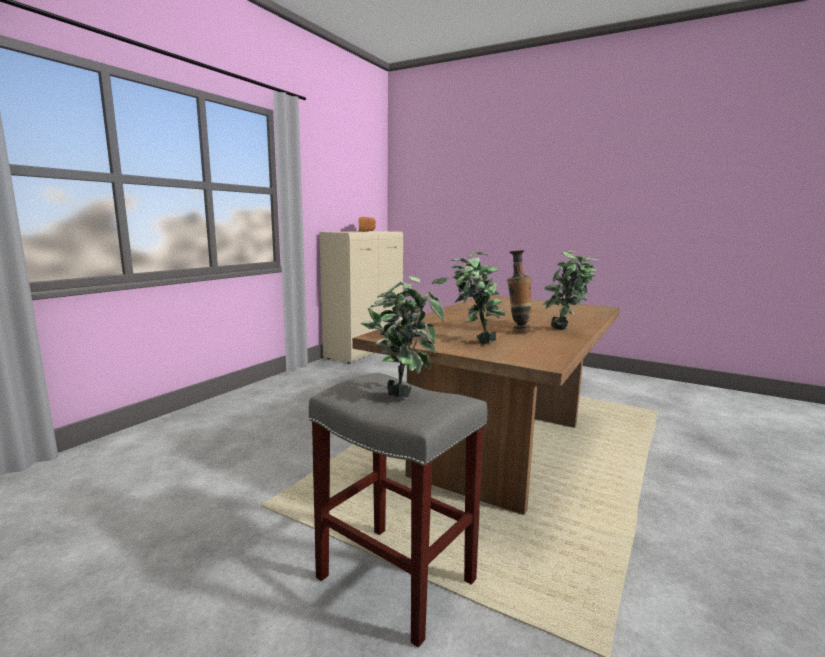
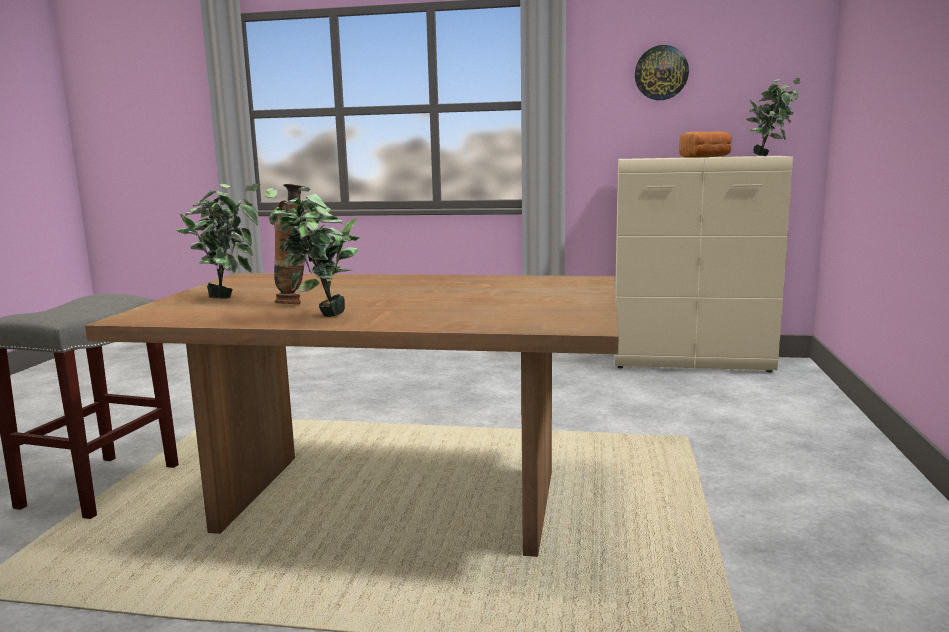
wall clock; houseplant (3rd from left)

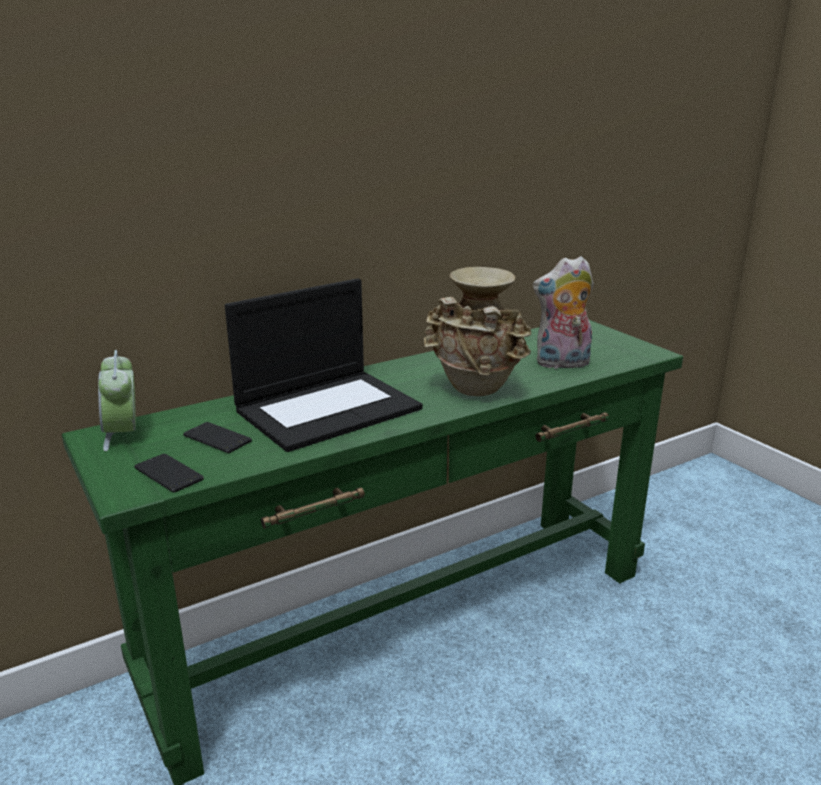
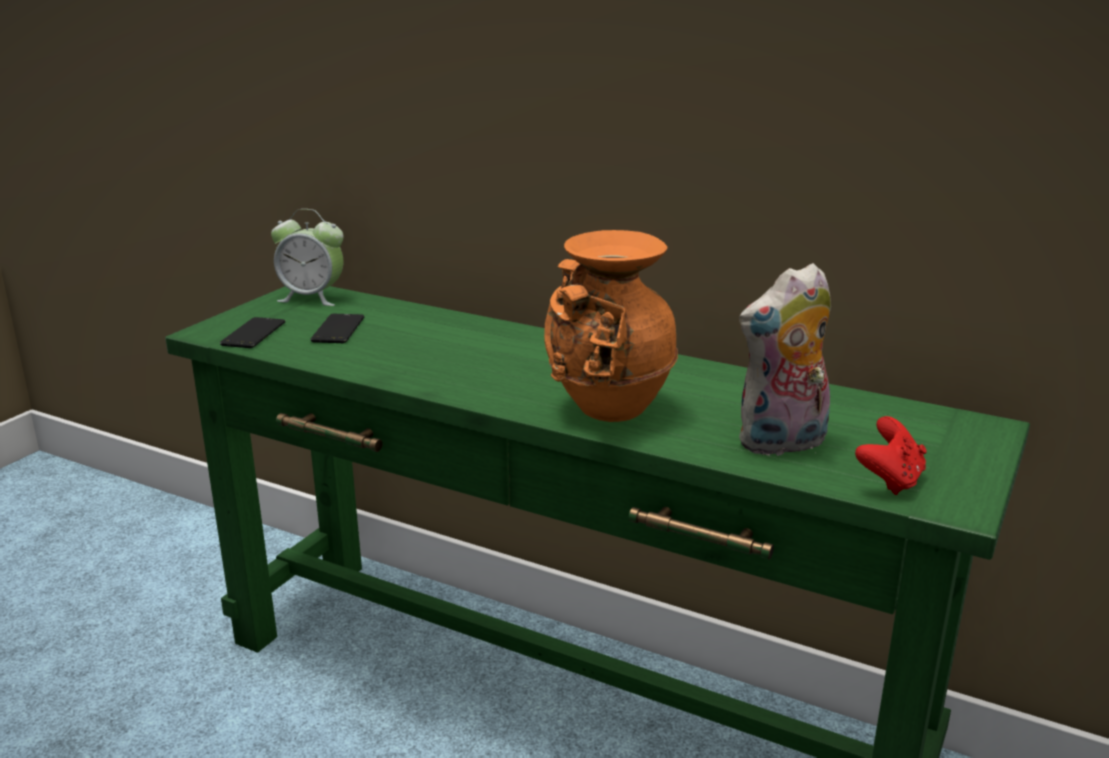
portable computer; game controller (red-coloured); decorative vase (orange); alarm clock; plush toy

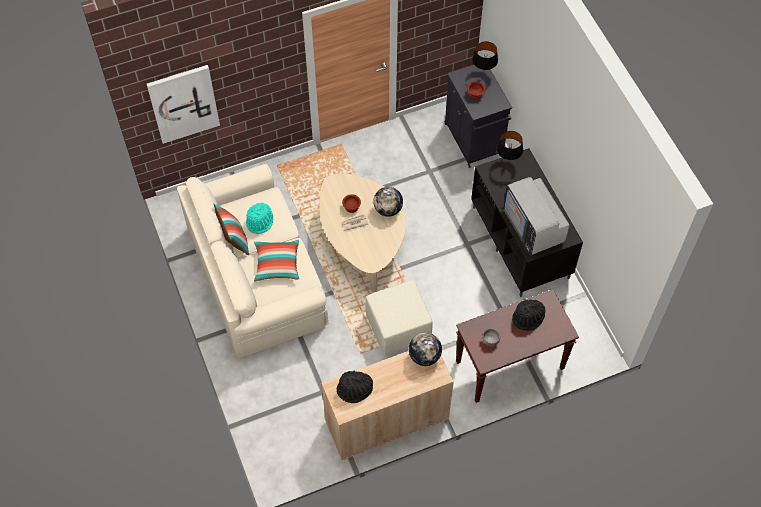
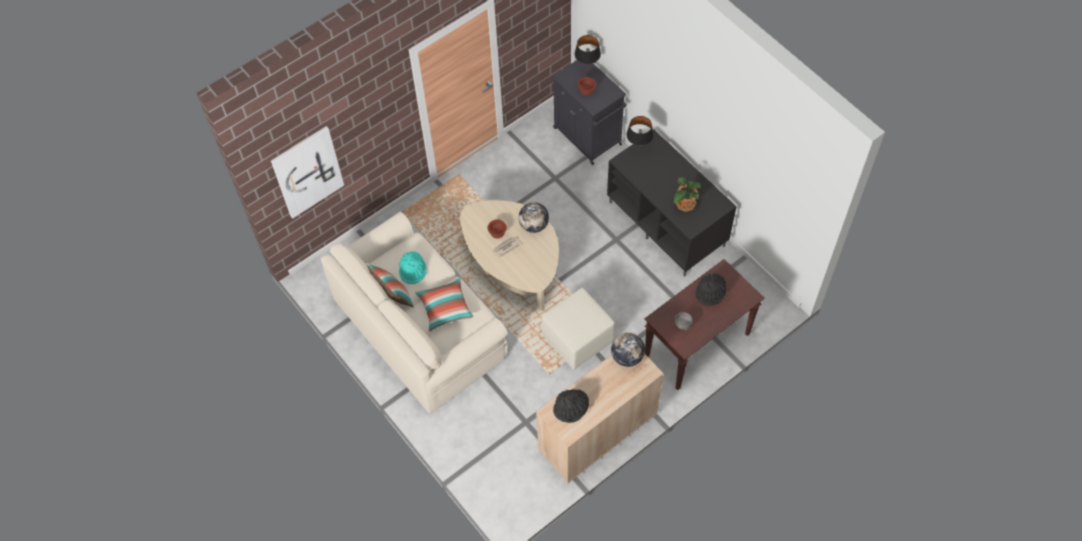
houseplant

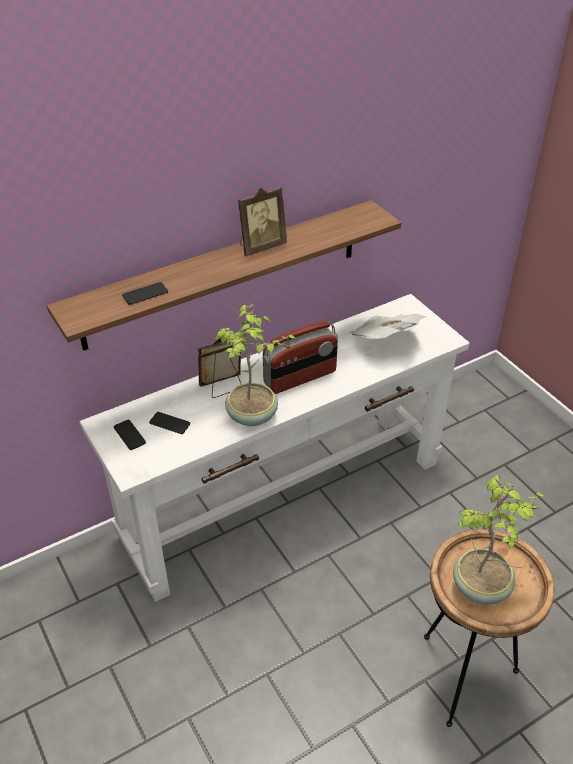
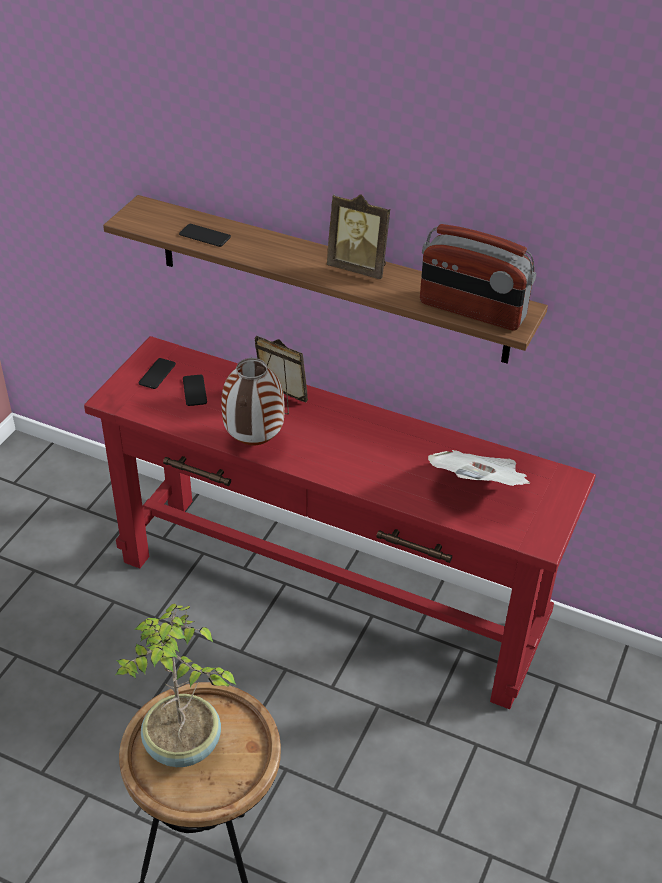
radio set; decorative vase; narrow table (red-coloured)

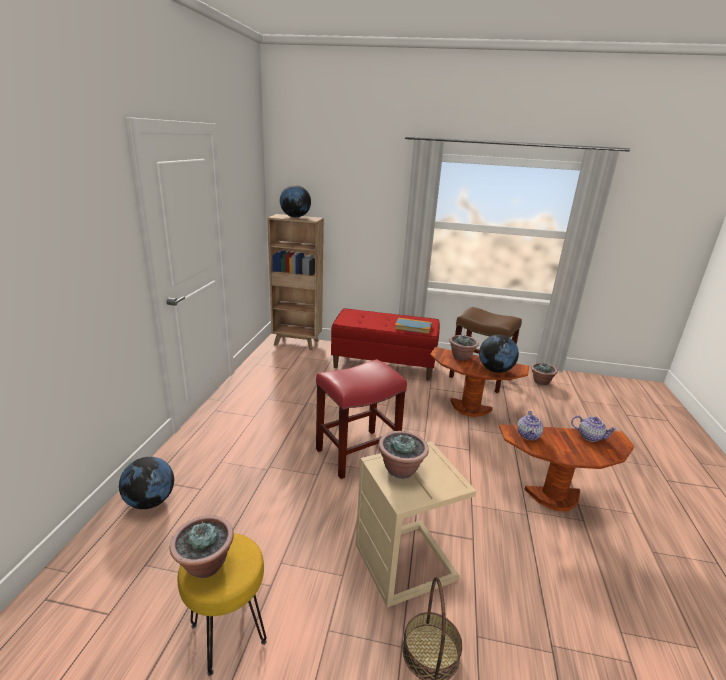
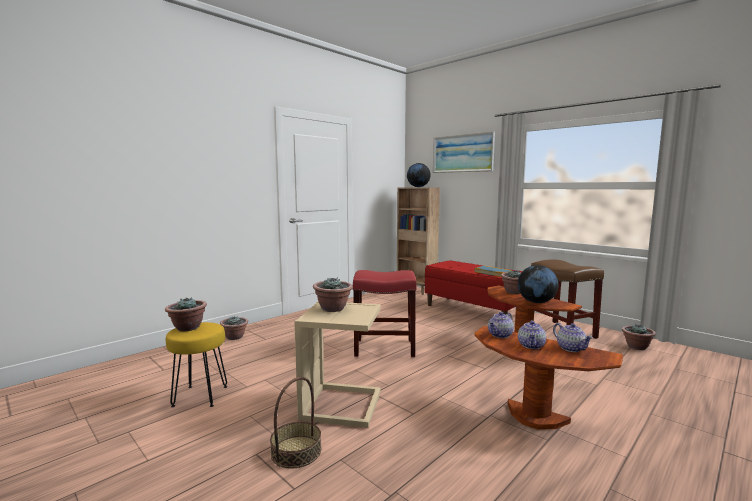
wall art; pot for tea (2nd from left); houseplant (2nd from left)

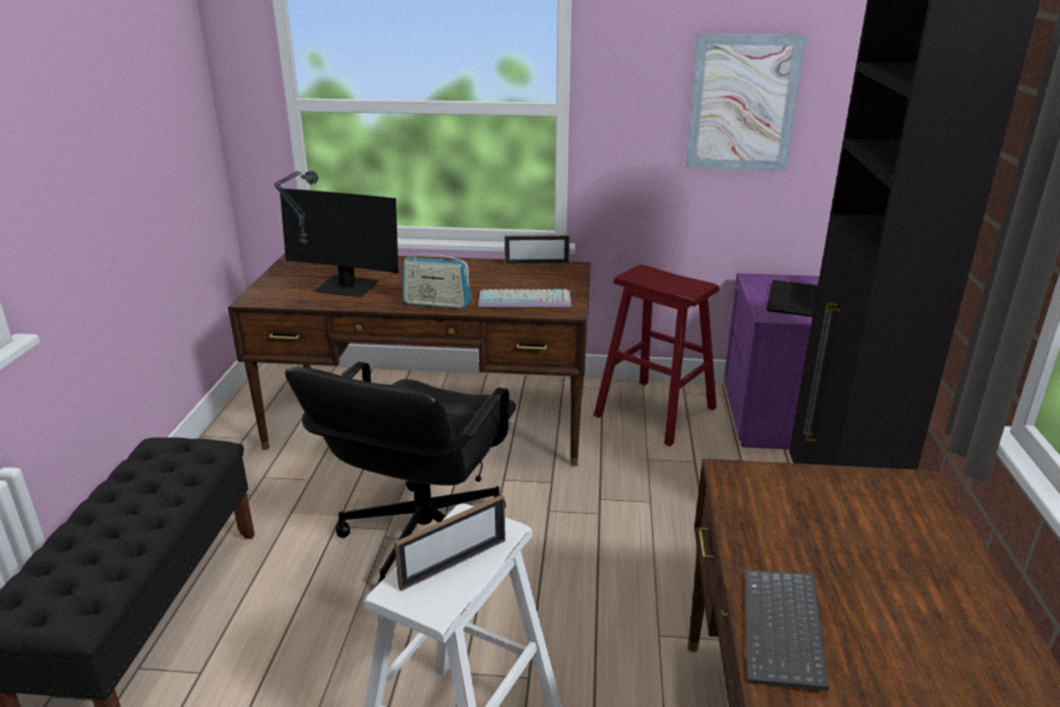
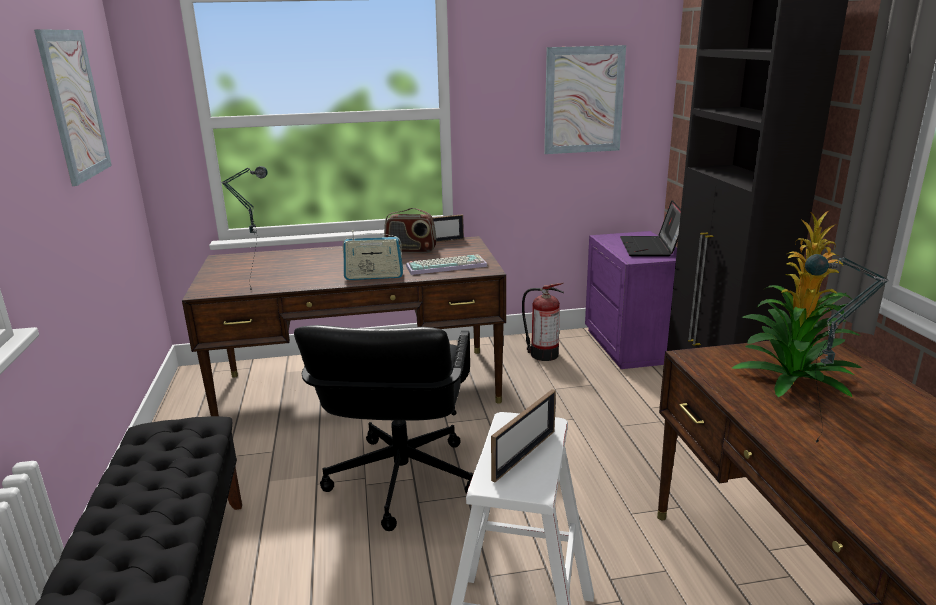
monitor; wall art (1st from left); radio set (2nd from left); houseplant; extinguisher; table lamp (2nd from left)

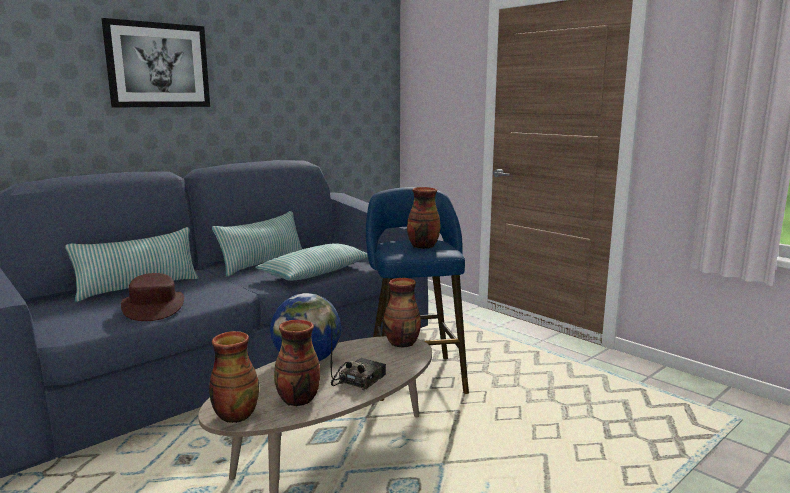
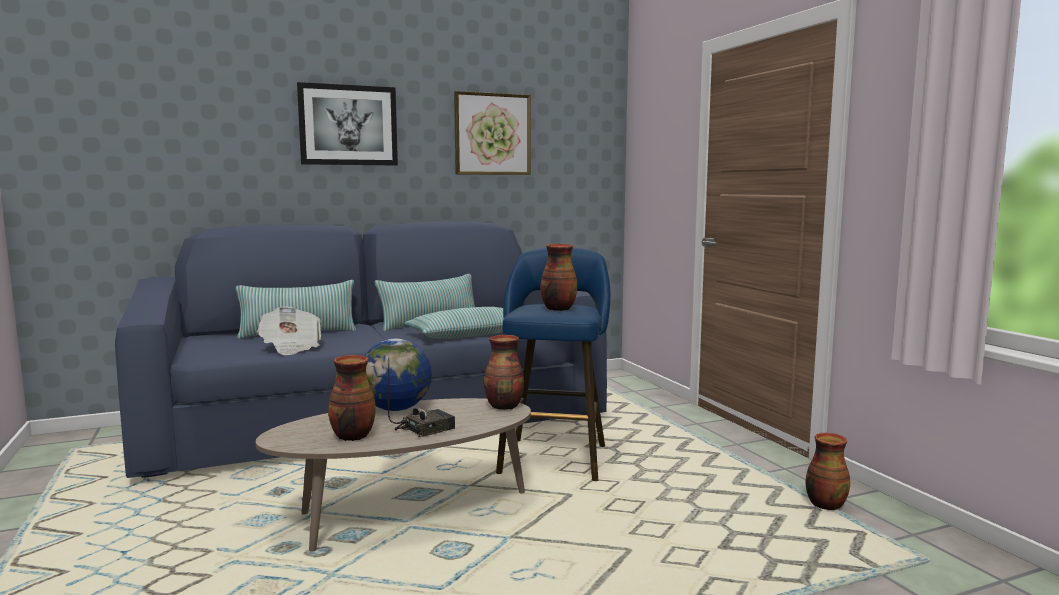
wall art (2nd from left); decorative vase (4th from left); daily paper

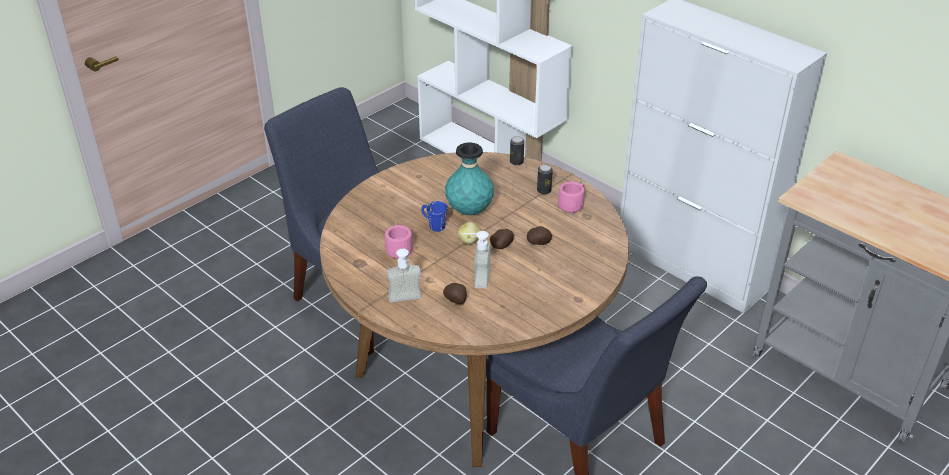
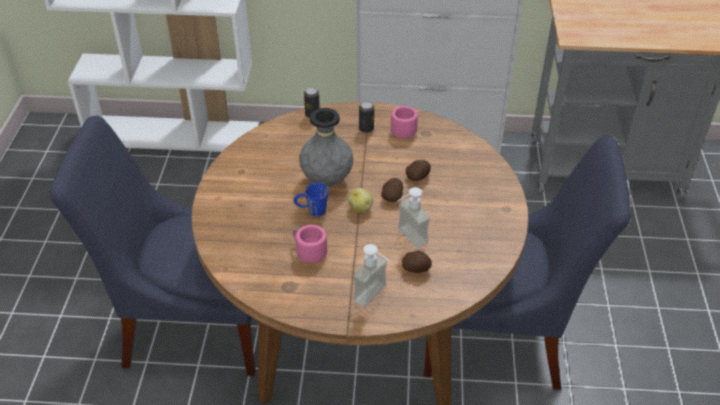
decorative vase (grey)

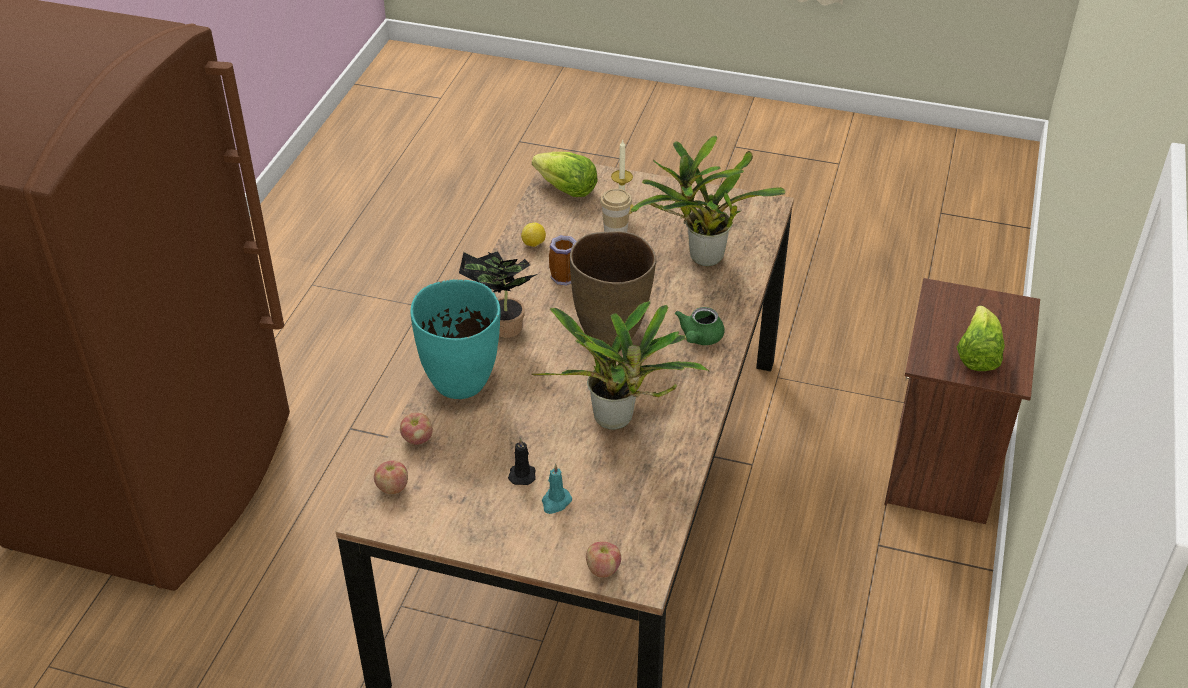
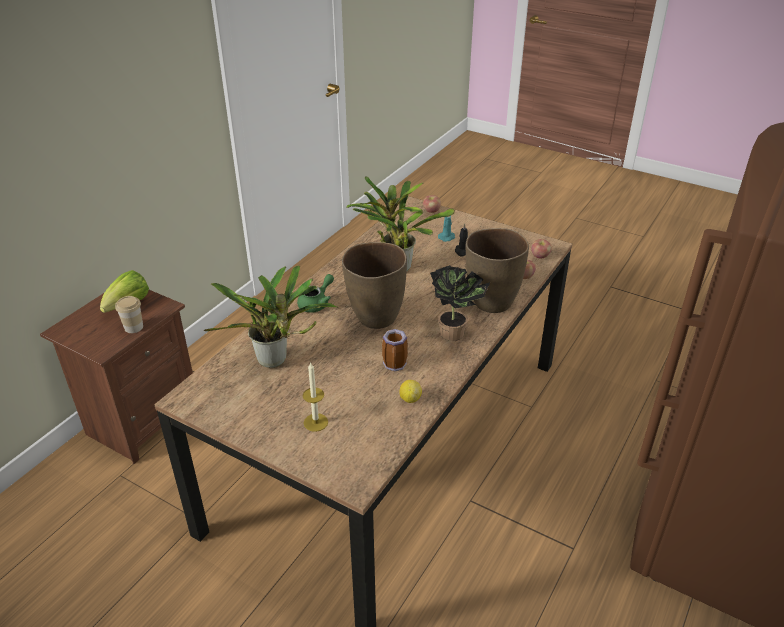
lettuce head (1st from left in the first image); cup; decorative vase (brown) (2nd from left)

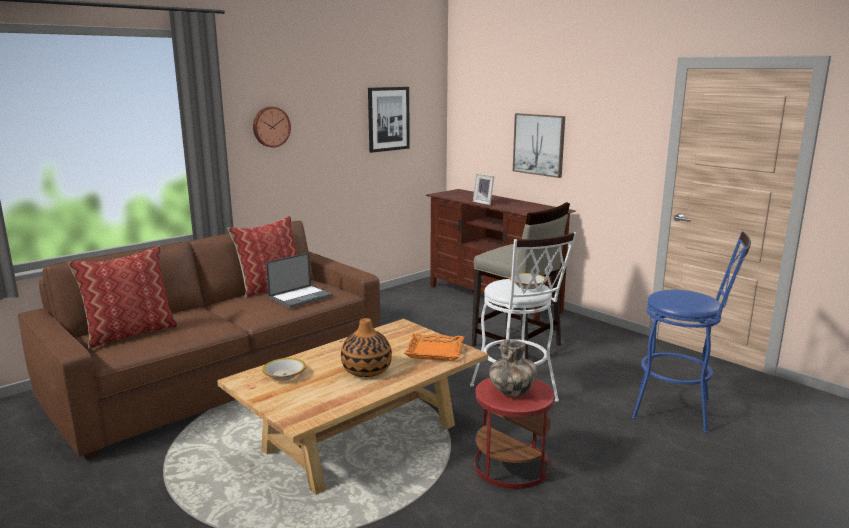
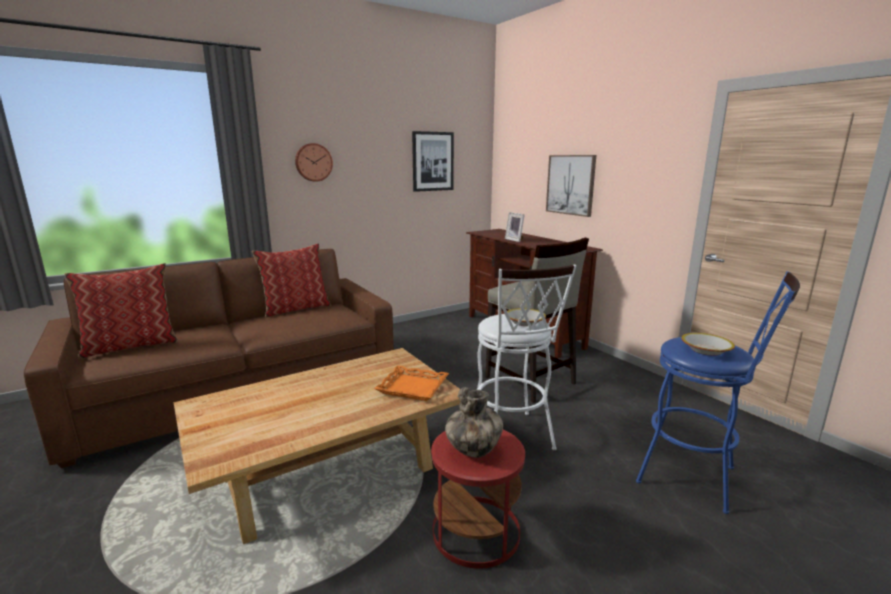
portable computer; decorative vase (1st from left in the first image); deep dish (2nd from left)

